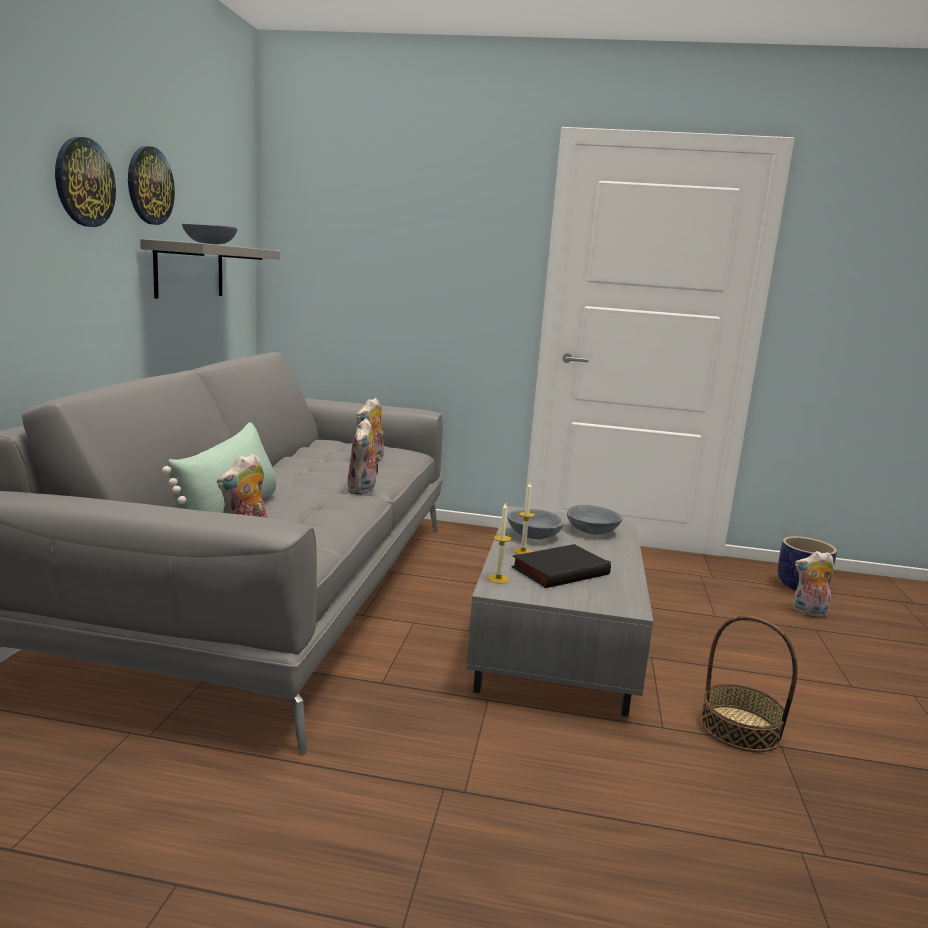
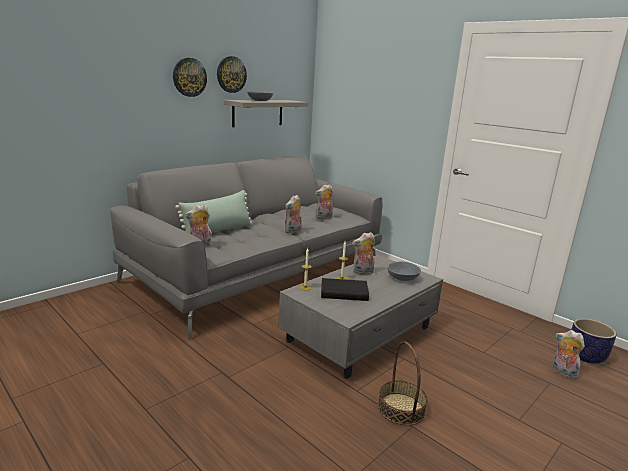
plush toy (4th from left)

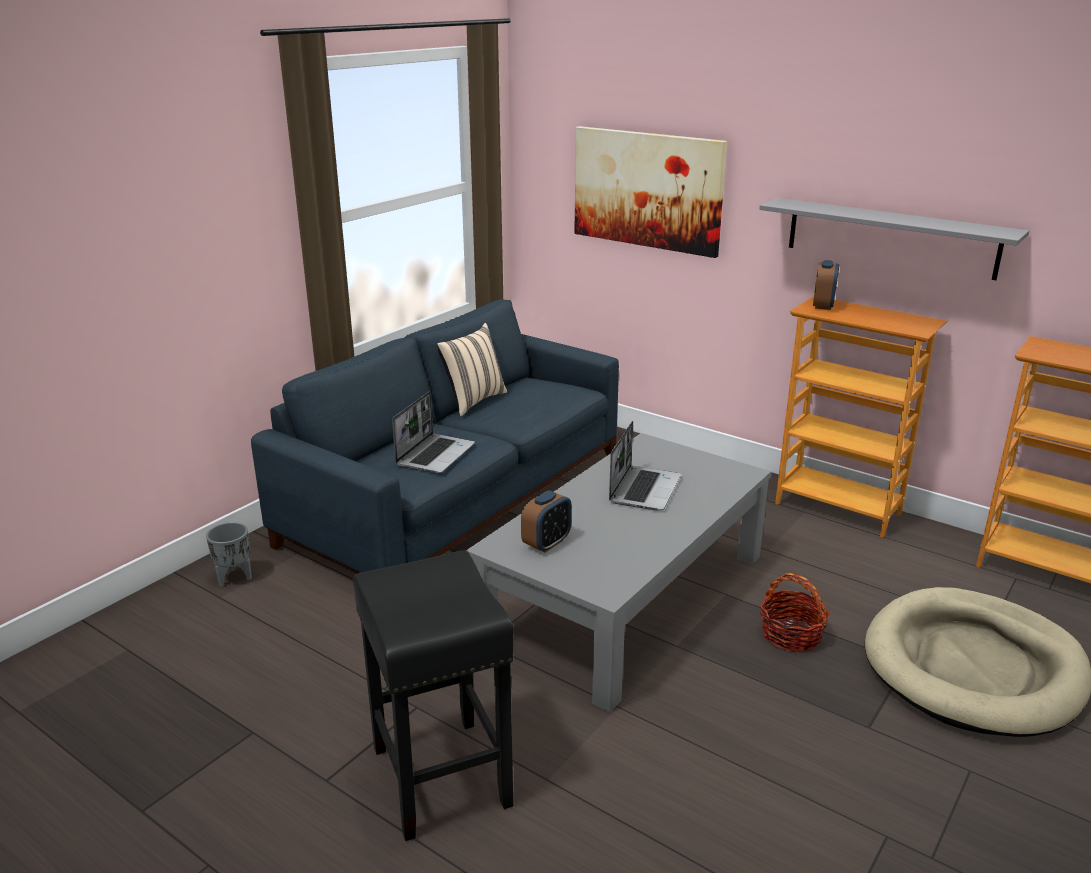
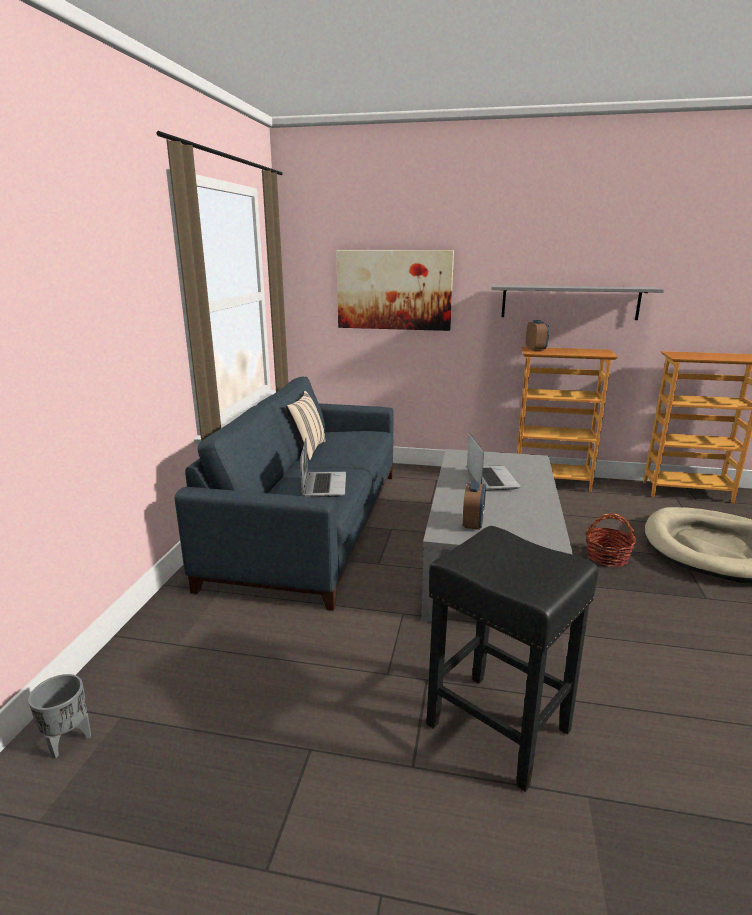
flower pot (grey)

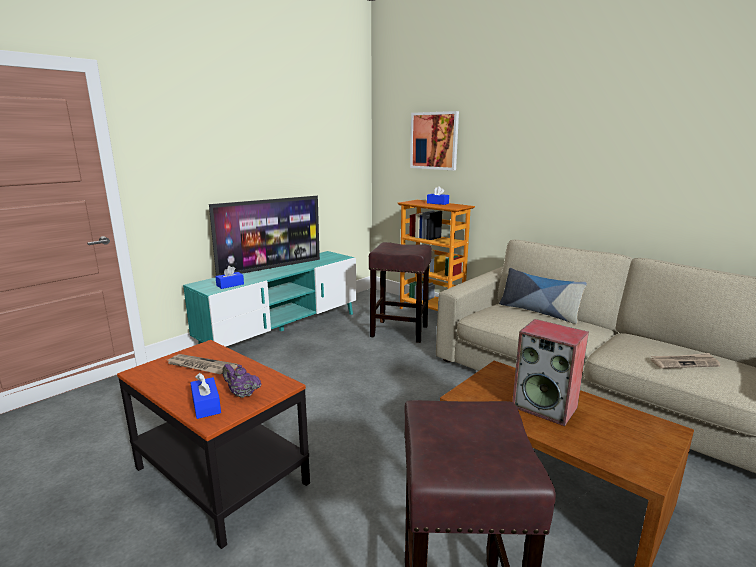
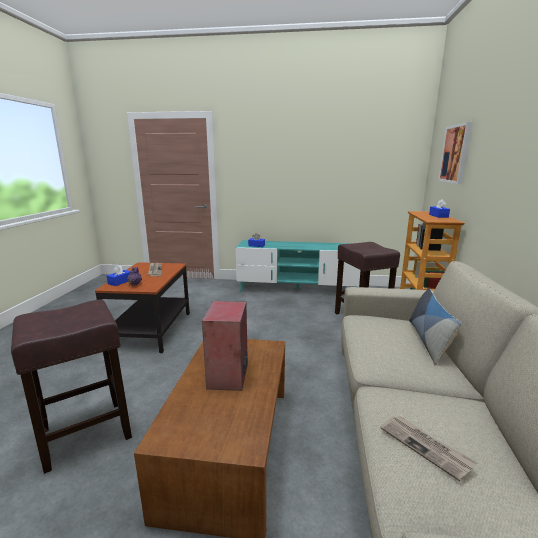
TV

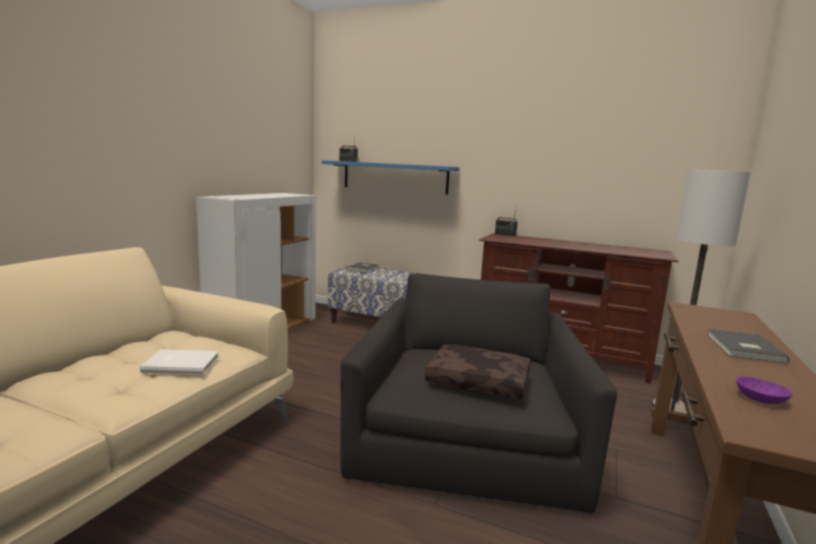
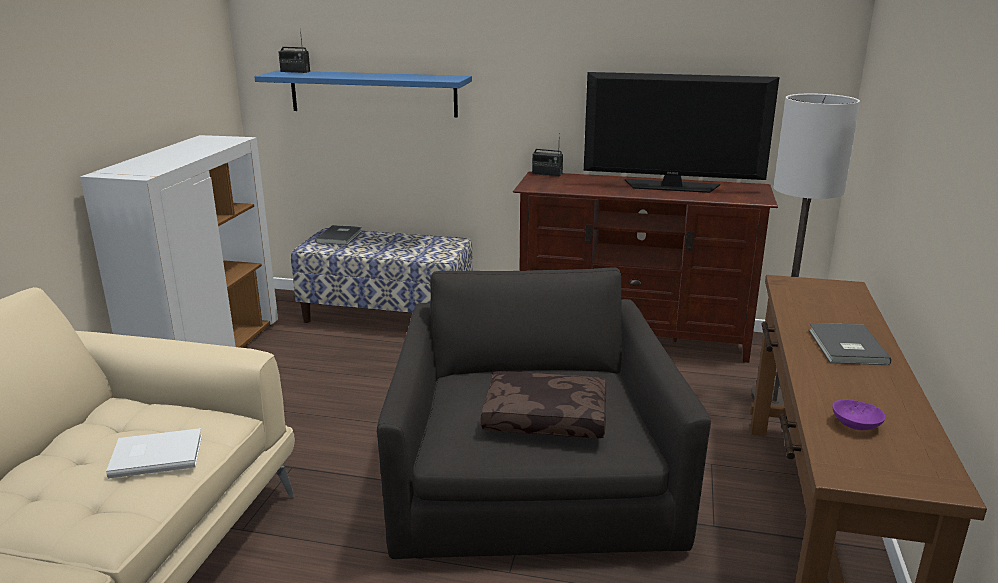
TV

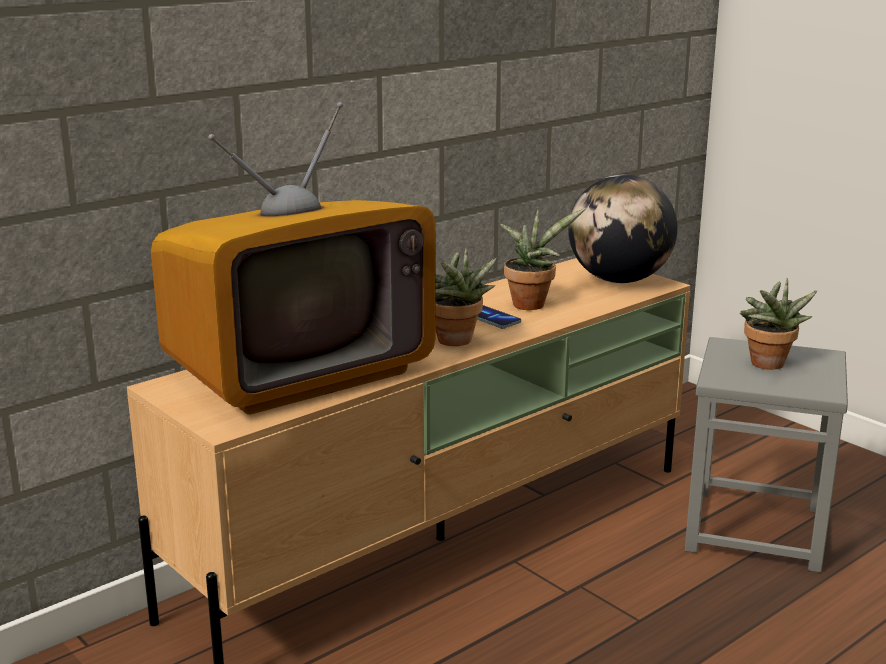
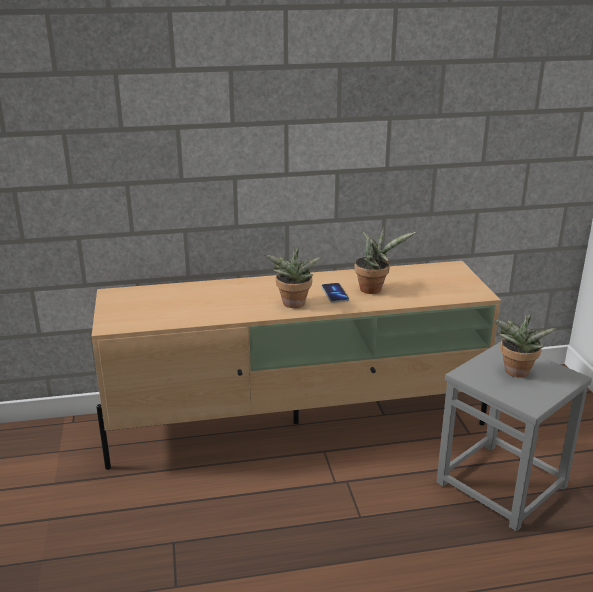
TV; world globe

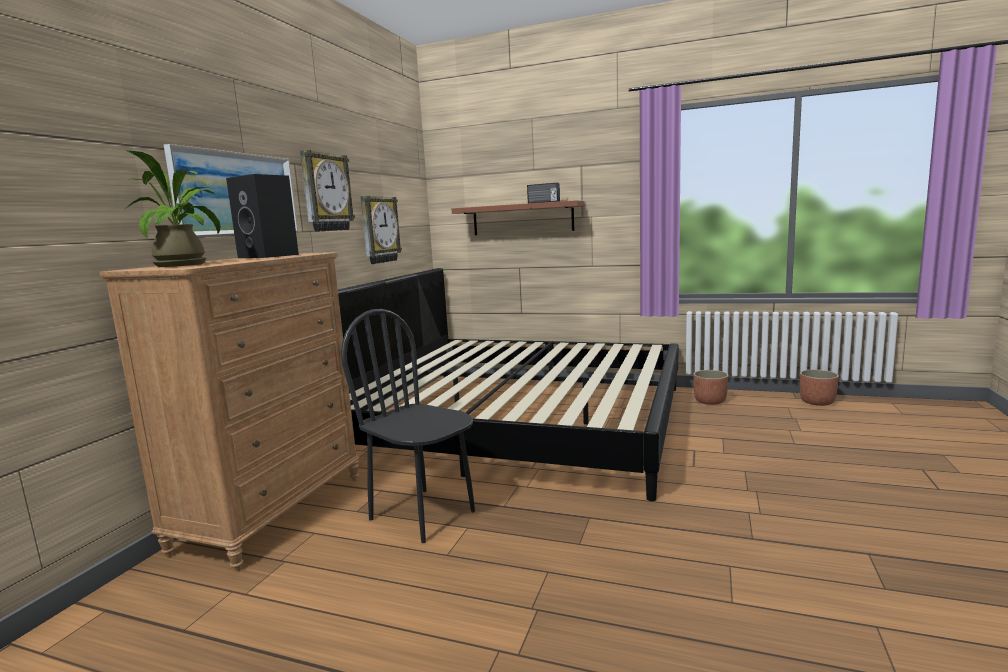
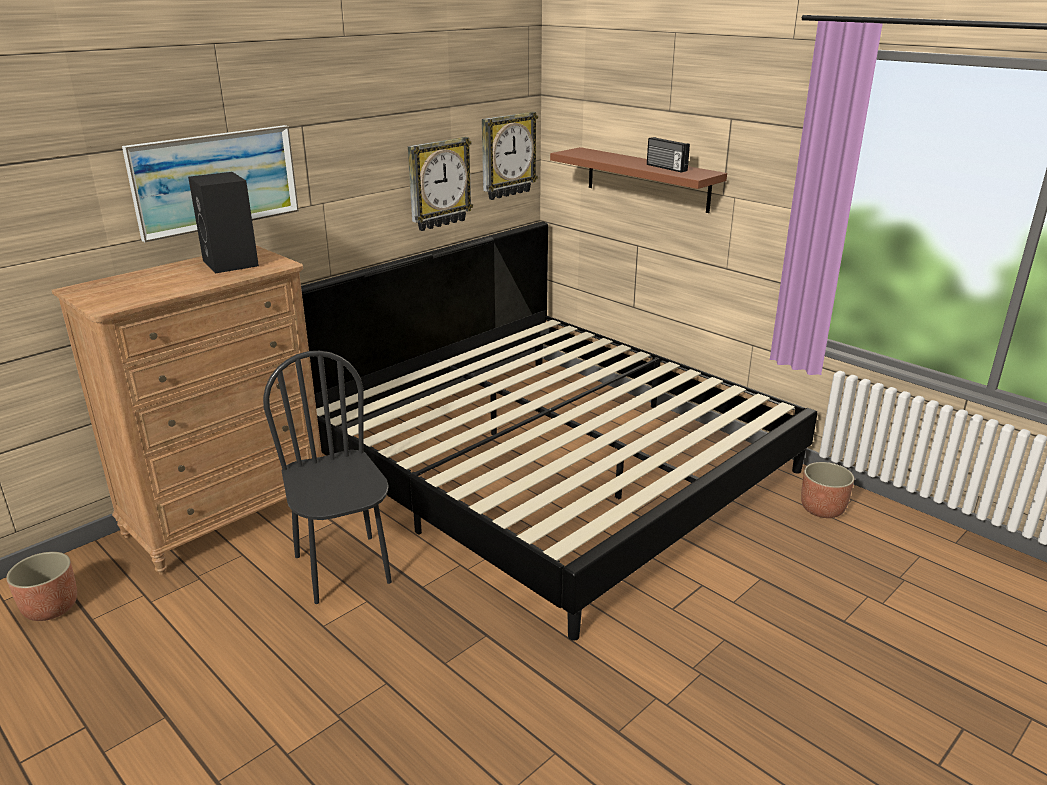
houseplant; wall clock (2nd from left); flower pot (1st from left)

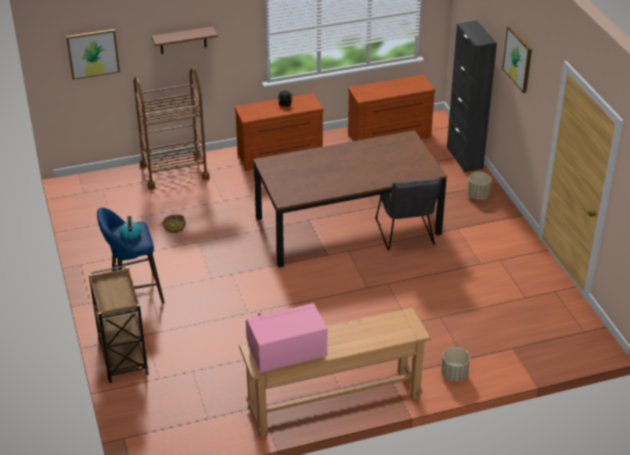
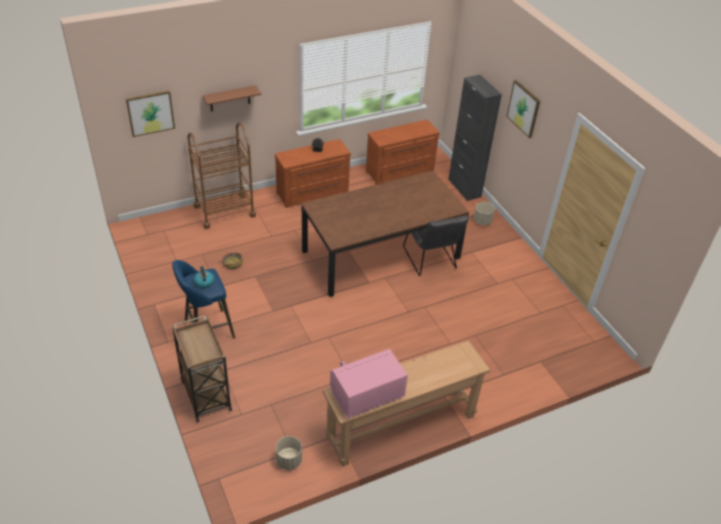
flower pot (beige-coloured) (1st from left)

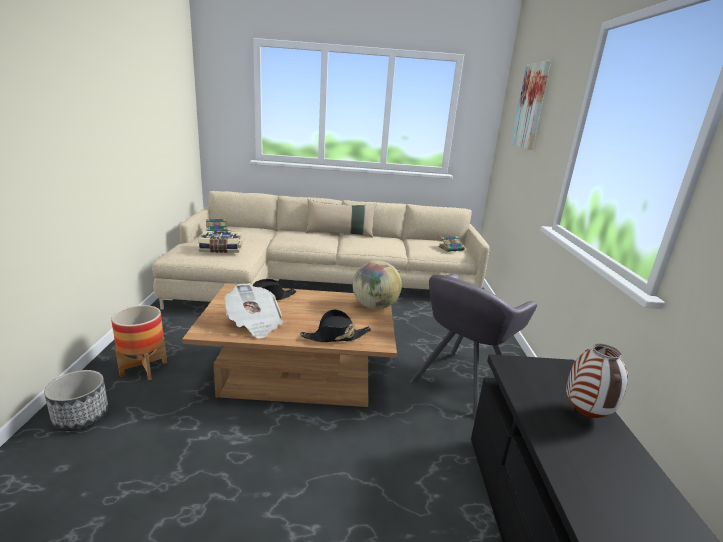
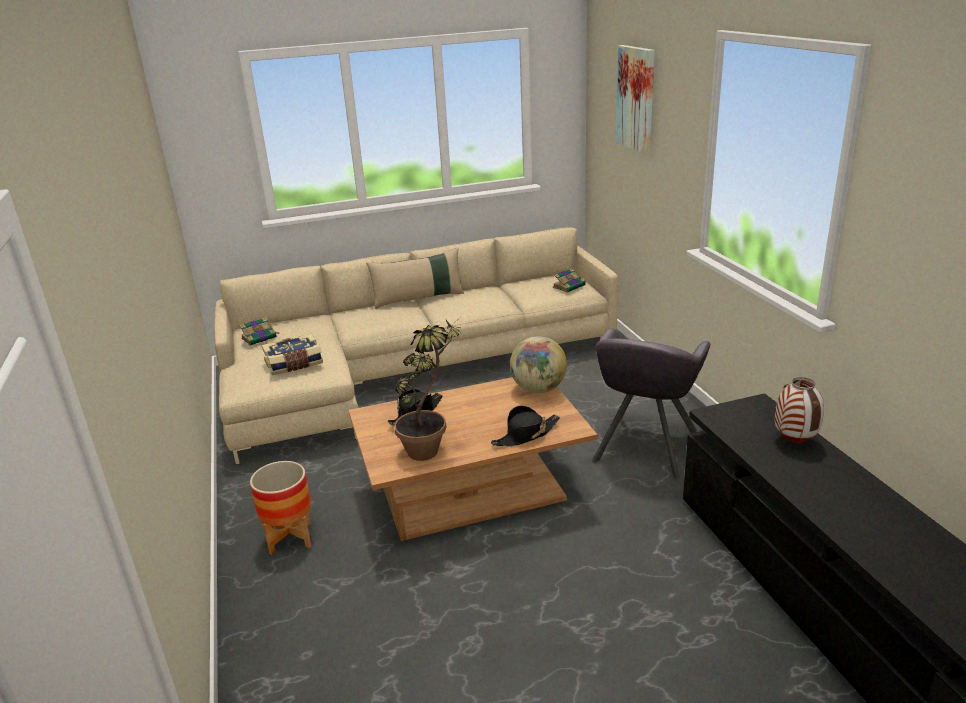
flower pot (1st from left in the first image); houseplant

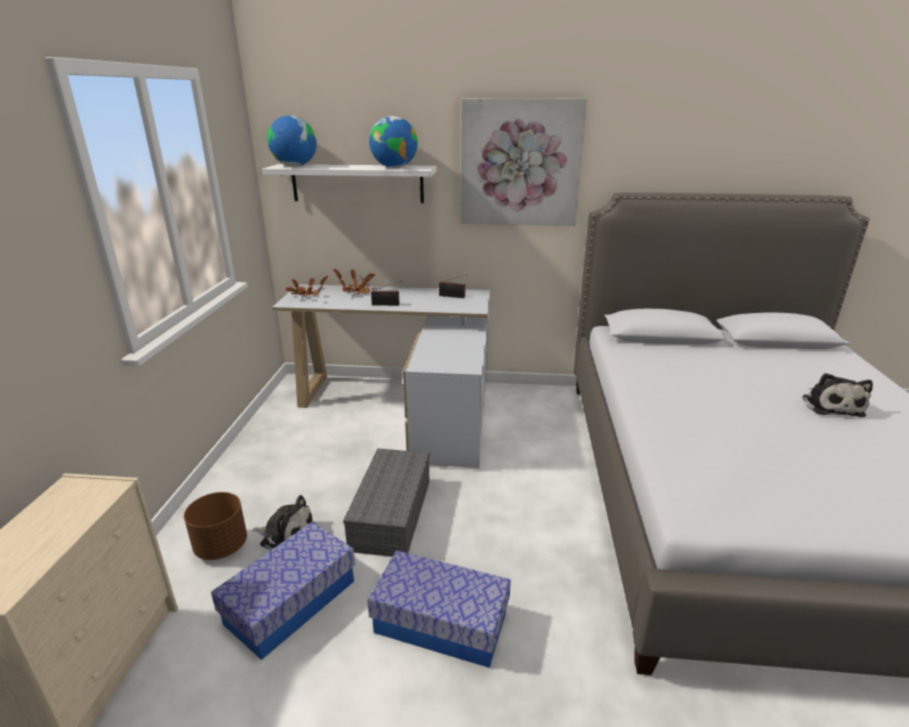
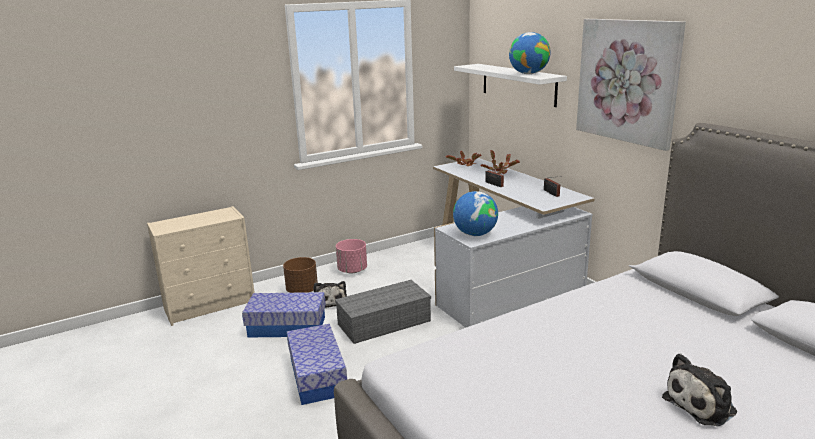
flower pot (pinkish); world globe (1st from left)

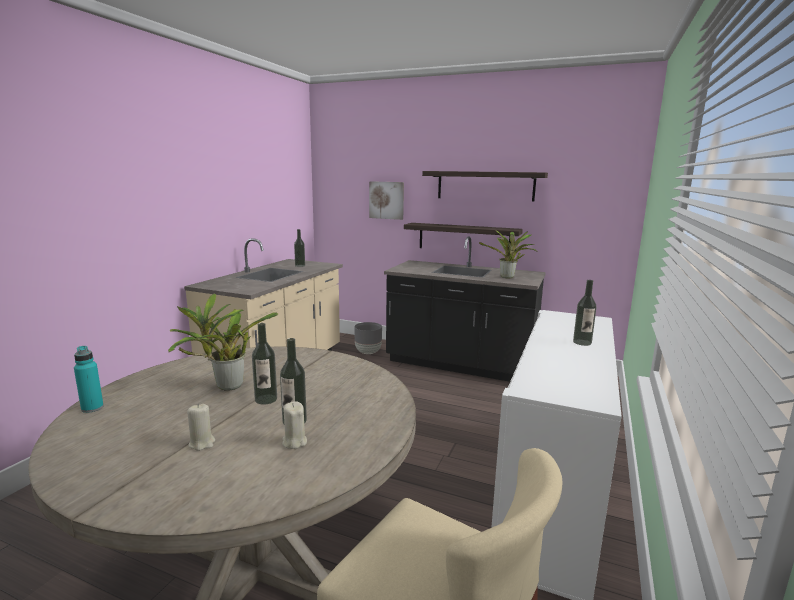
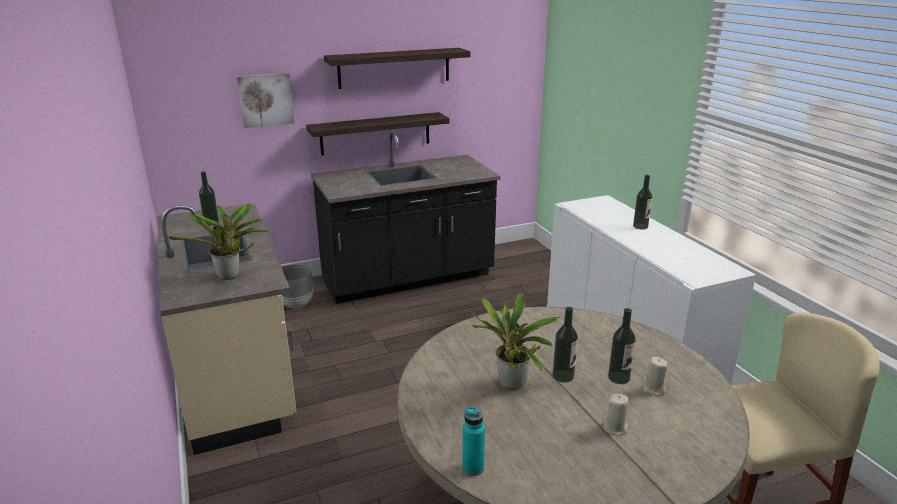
houseplant (1st from left)

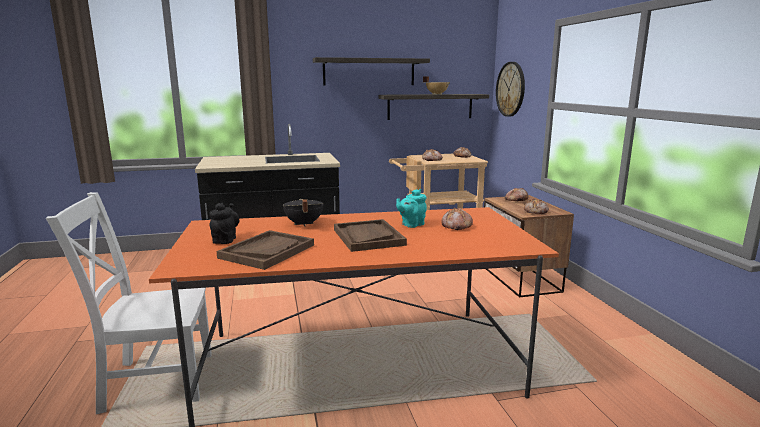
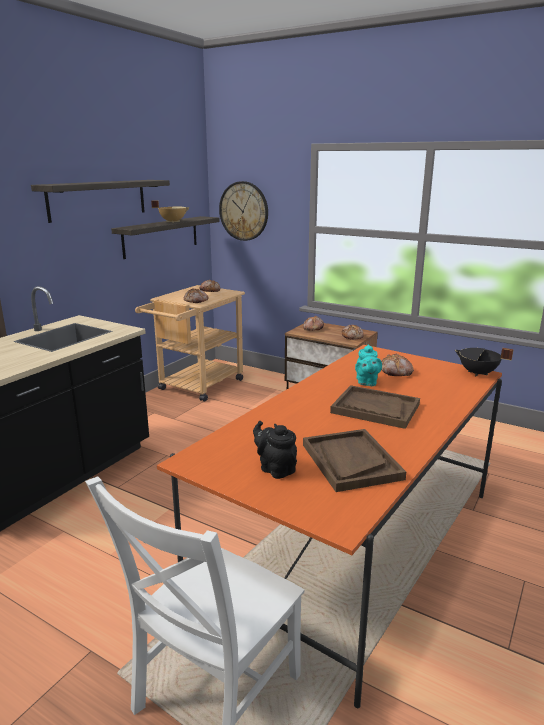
cooking pot (black)

